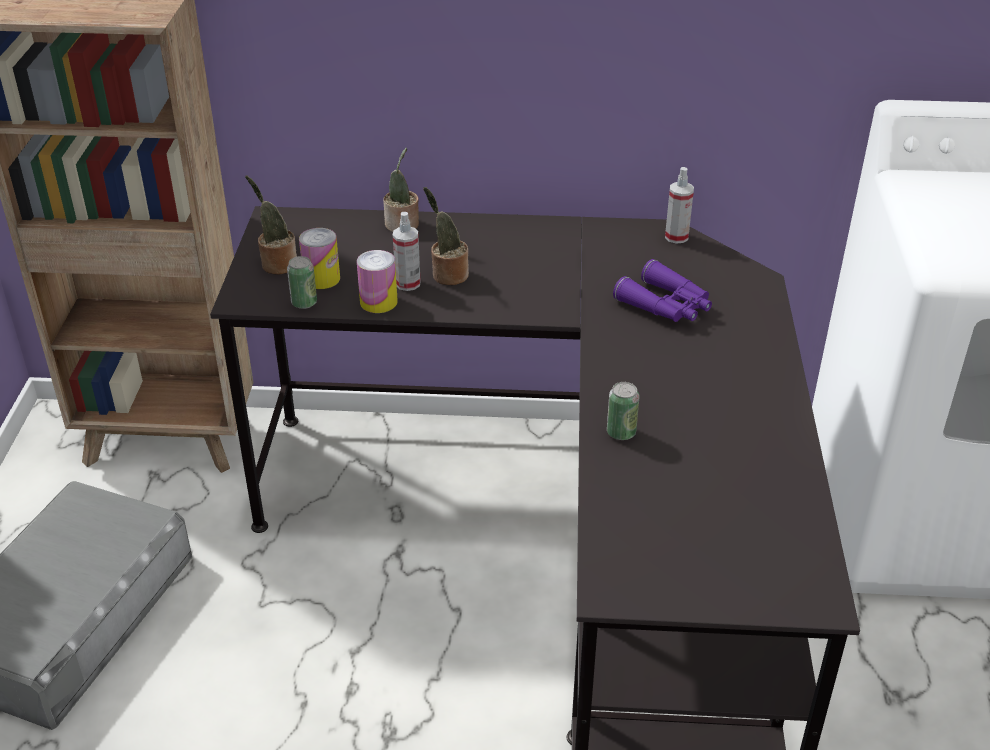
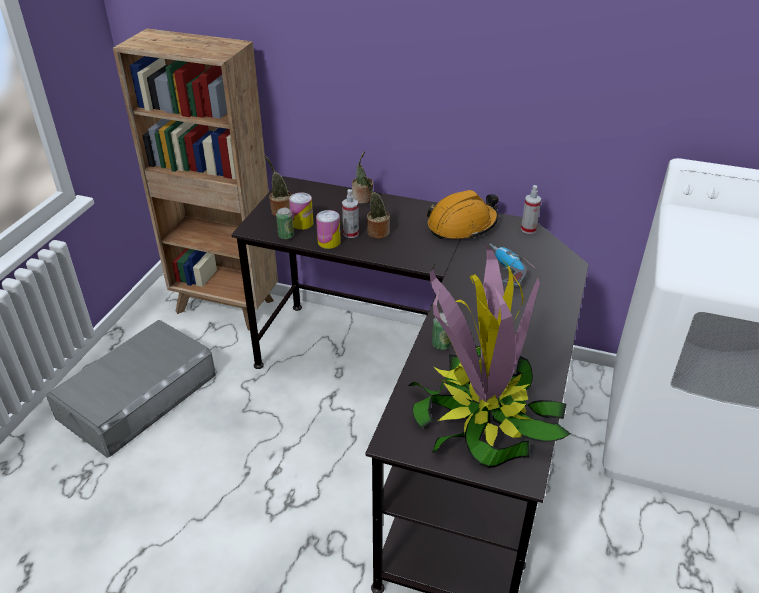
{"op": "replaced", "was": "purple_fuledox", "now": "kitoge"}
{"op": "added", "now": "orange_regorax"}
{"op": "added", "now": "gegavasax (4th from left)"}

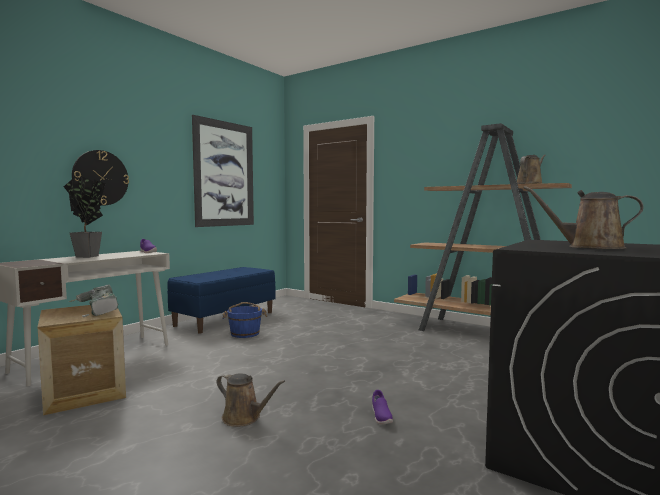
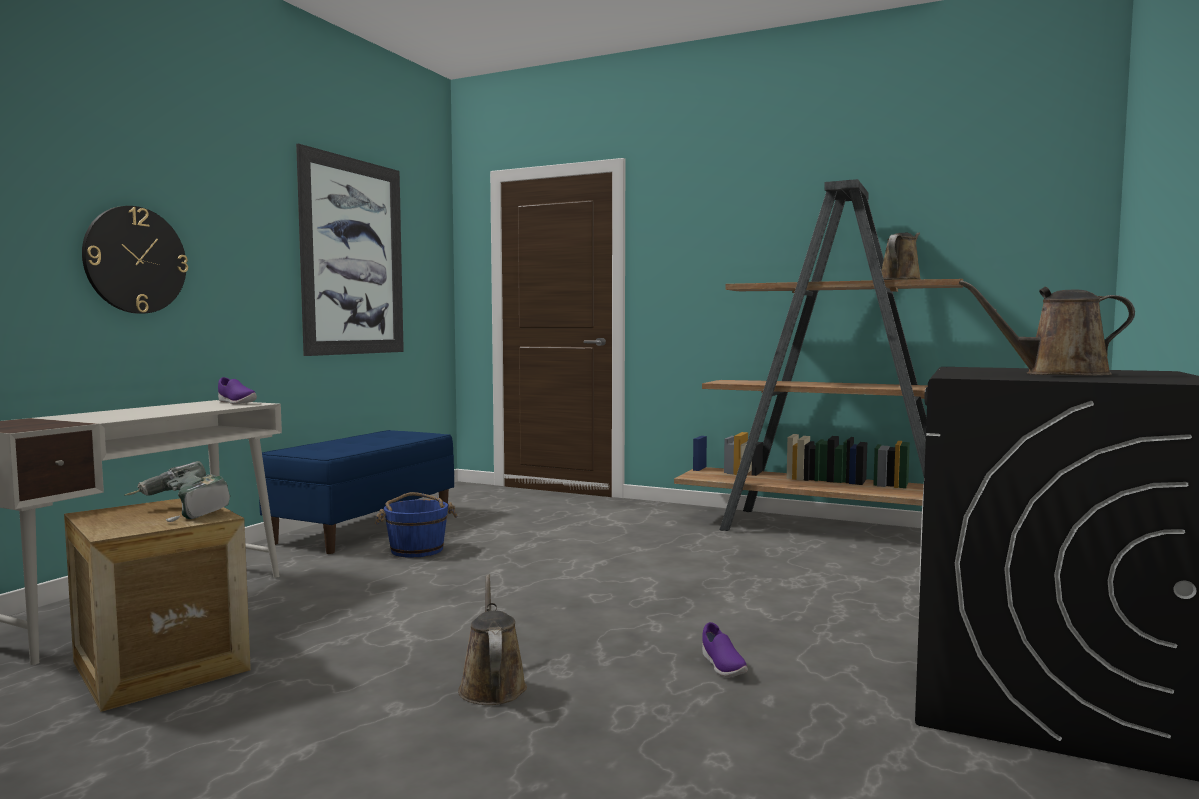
{"op": "removed", "was": "gegavasax"}
{"op": "turned", "was": "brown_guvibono (1st from left)", "clockwise": -120}

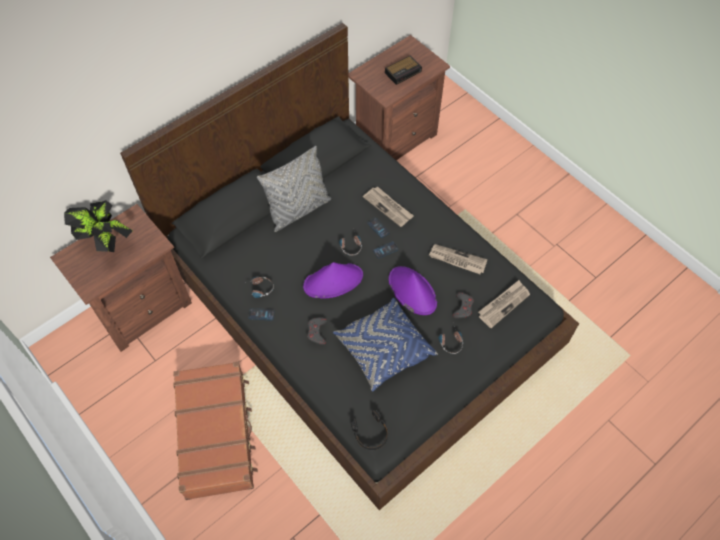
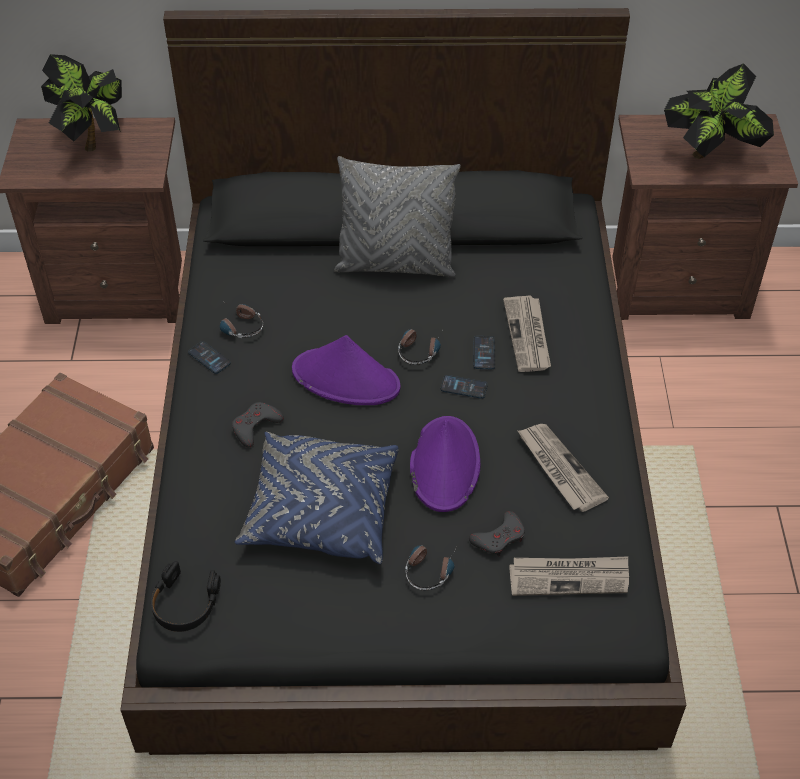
{"op": "replaced", "was": "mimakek", "now": "gegavasax (2nd from left)"}

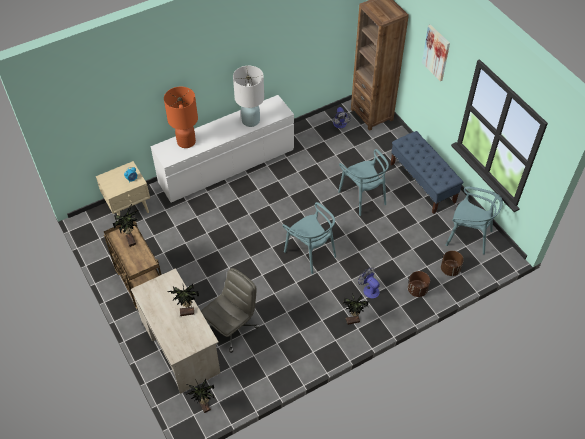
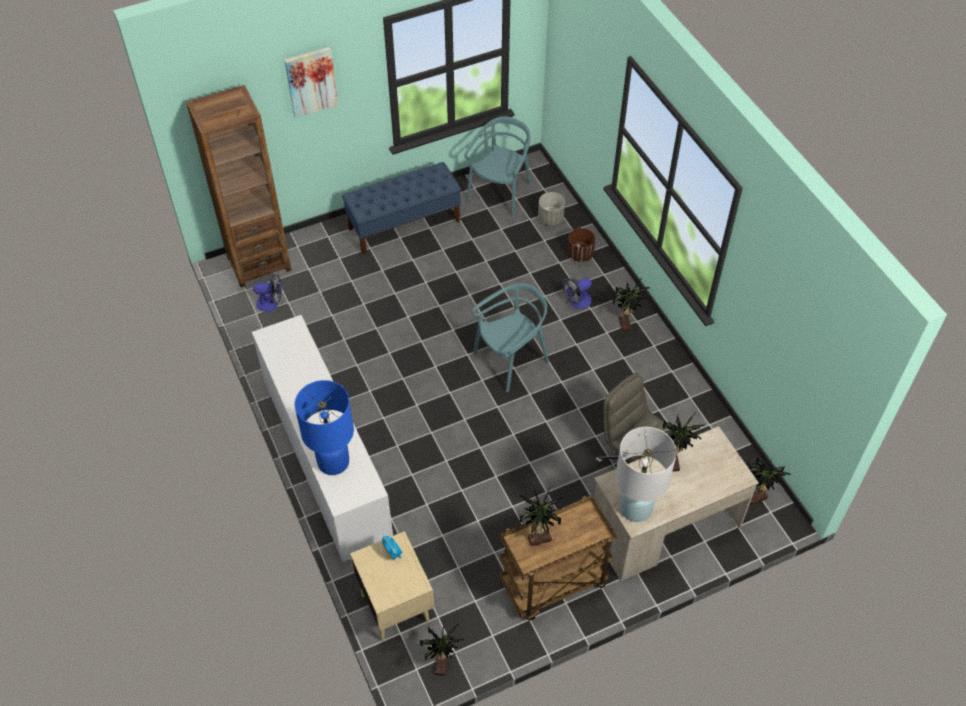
{"op": "moved", "was": "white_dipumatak"}
{"op": "recoloured", "was": "orange_dipumatak", "now": "blue_dipumatak"}
{"op": "removed", "was": "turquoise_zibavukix (2nd from left)"}
{"op": "recoloured", "was": "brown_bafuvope (2nd from left)", "now": "grey_bafuvope"}
{"op": "added", "now": "gegavasax (1st from left)"}

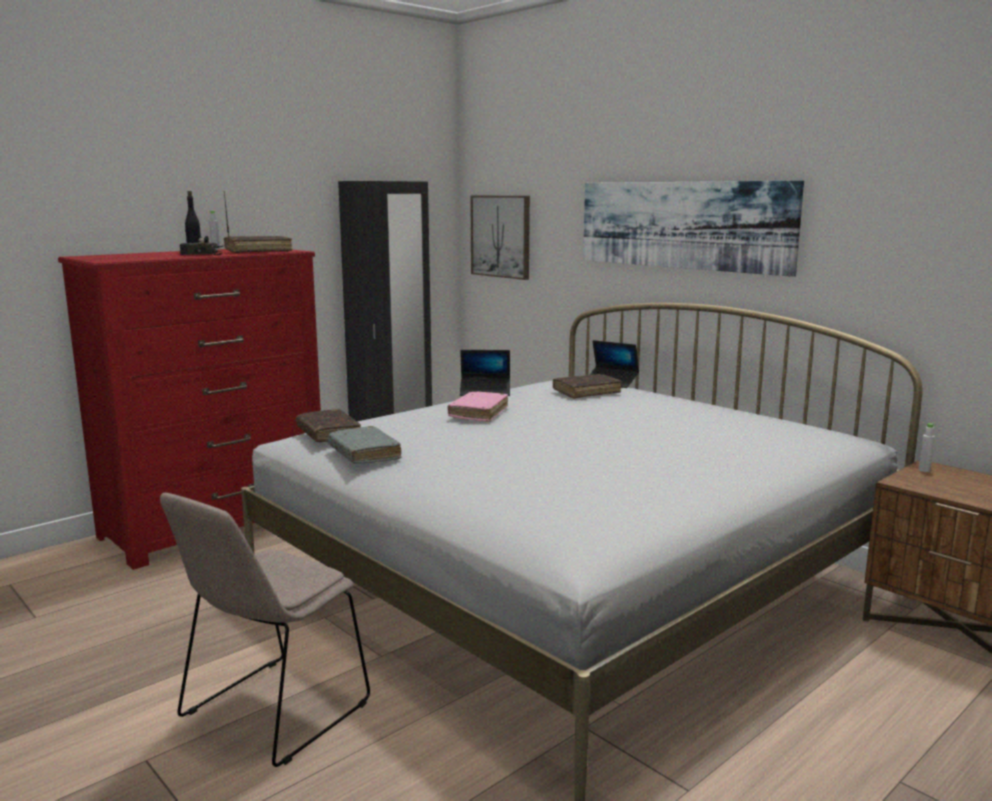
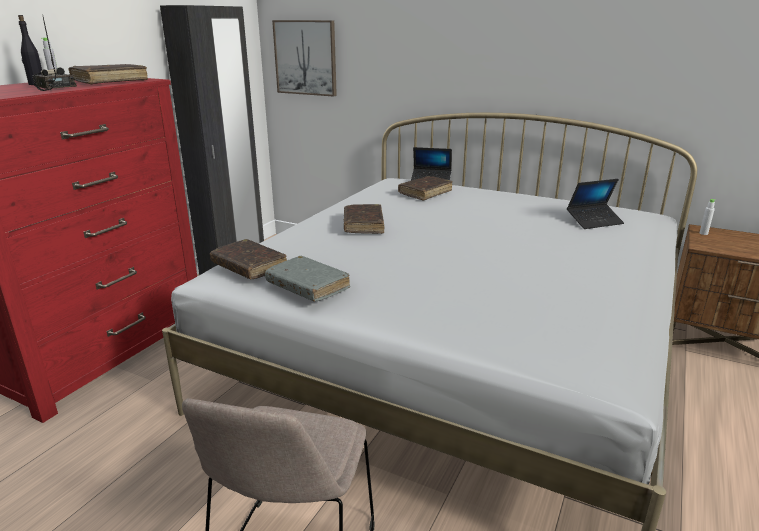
{"op": "removed", "was": "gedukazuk (2nd from left)"}
{"op": "turned", "was": "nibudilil", "clockwise": 75}
{"op": "moved", "was": "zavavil (1st from left in the first image)", "now": "zavavil (2nd from left)"}
{"op": "recoloured", "was": "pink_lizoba", "now": "brown_lizoba (3rd from left)"}

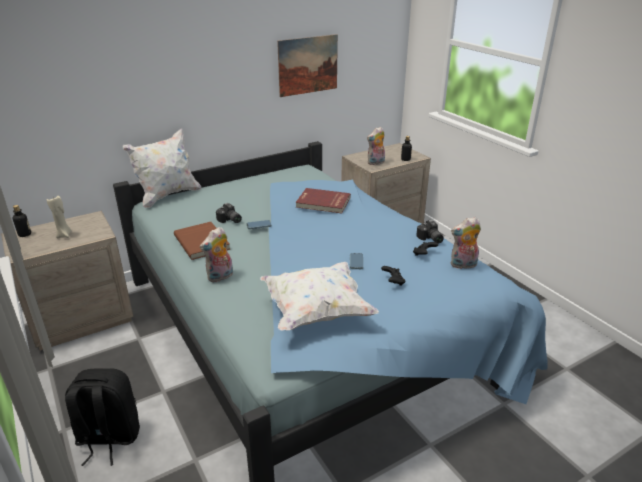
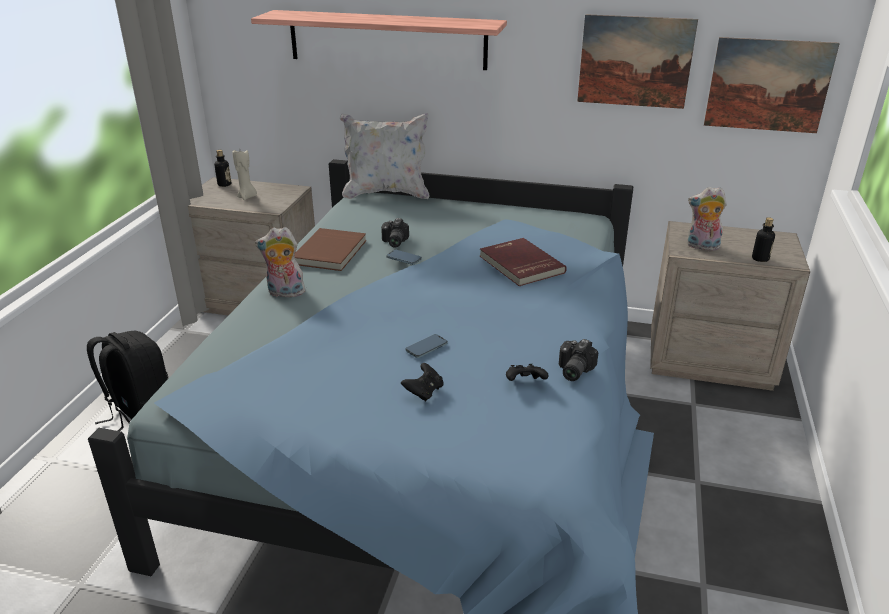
{"op": "removed", "was": "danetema (3rd from left)"}
{"op": "removed", "was": "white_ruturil (2nd from left)"}
{"op": "added", "now": "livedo"}
{"op": "added", "now": "gedukazuk (2nd from left)"}

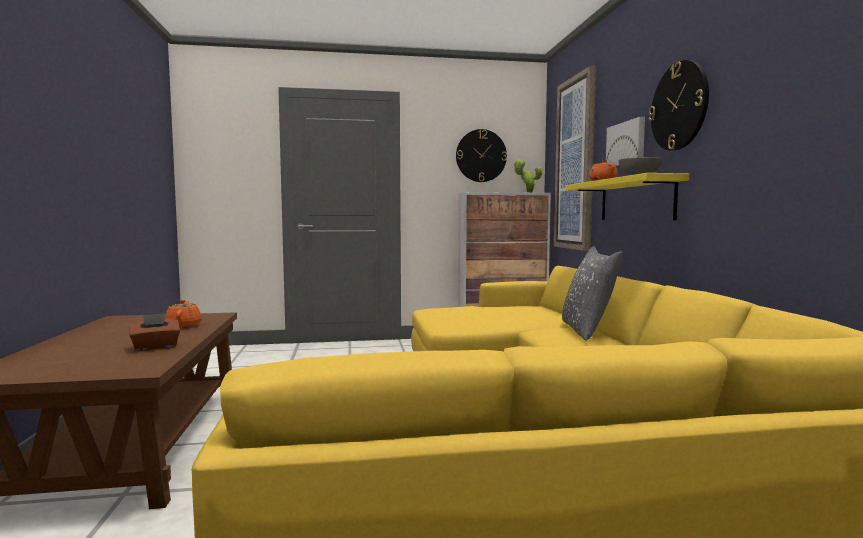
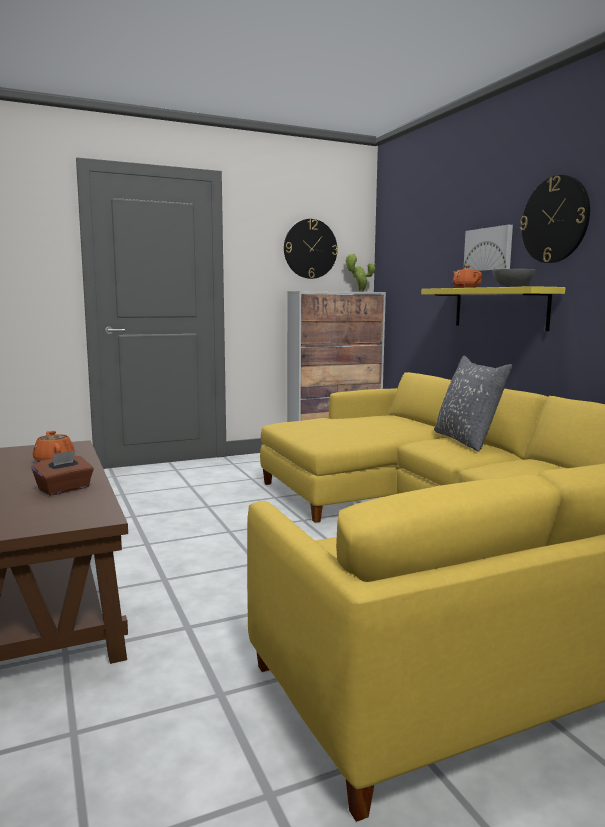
{"op": "removed", "was": "gedukazuk (1st from left)"}

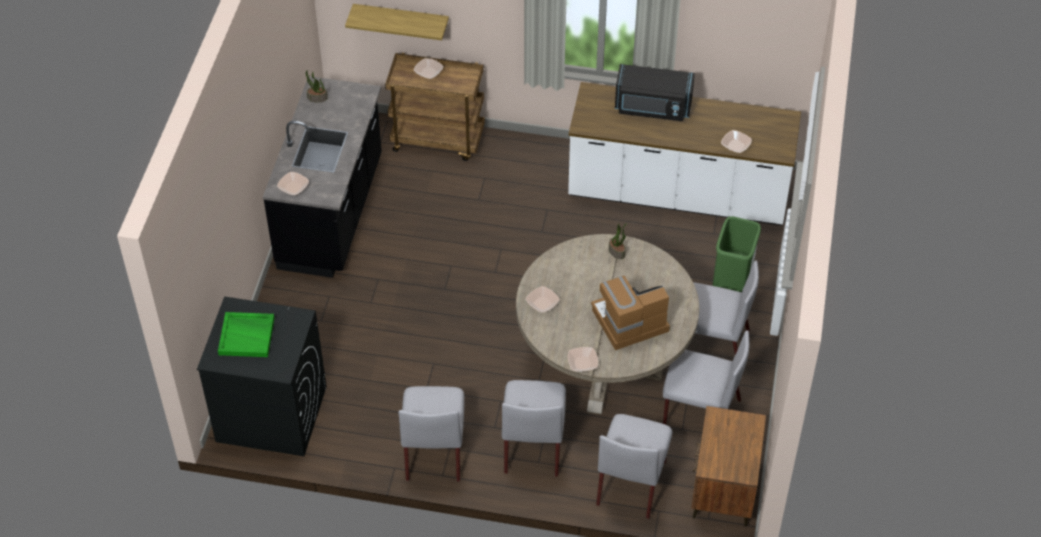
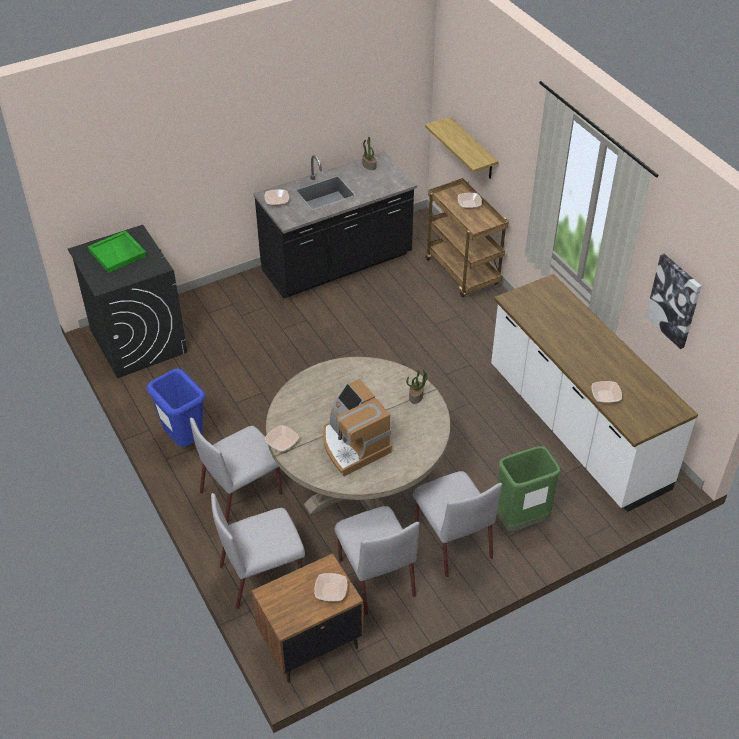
{"op": "removed", "was": "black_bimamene"}
{"op": "turned", "was": "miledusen", "clockwise": -150}
{"op": "moved", "was": "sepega (3rd from left)"}
{"op": "replaced", "was": "grey_zibavukix (1st from left)", "now": "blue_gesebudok"}
{"op": "added", "now": "gedukazuk"}

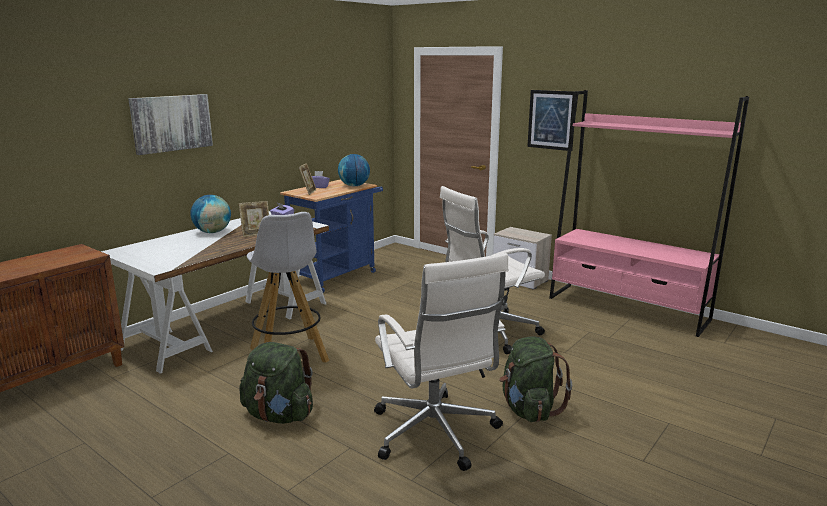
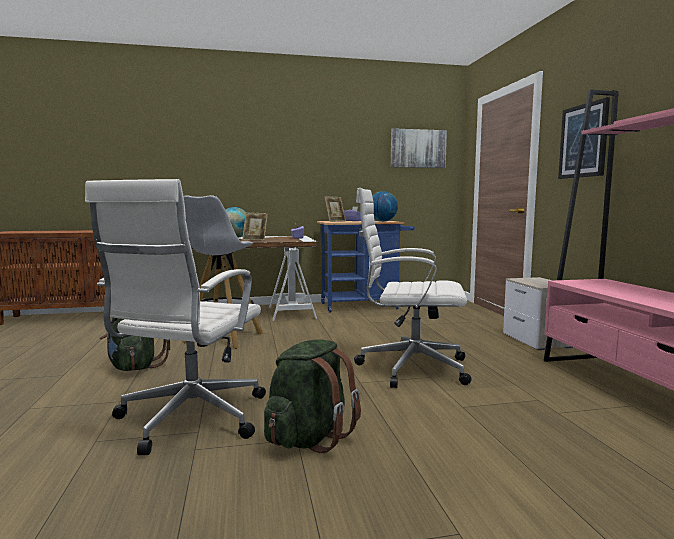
{"op": "moved", "was": "gedukazuk (1st from left)"}

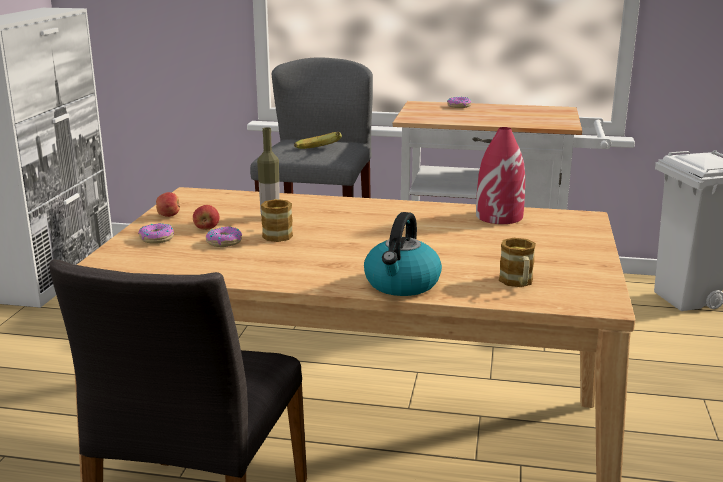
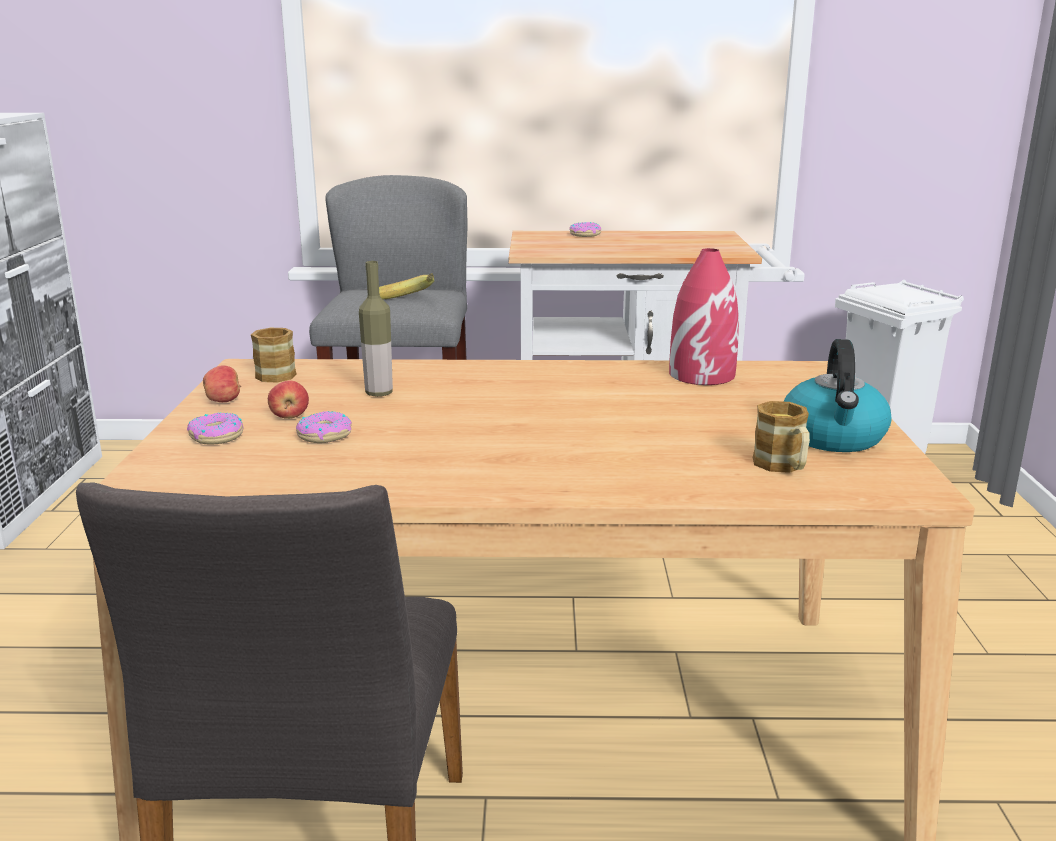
{"op": "moved", "was": "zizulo (1st from left)"}
{"op": "moved", "was": "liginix"}

